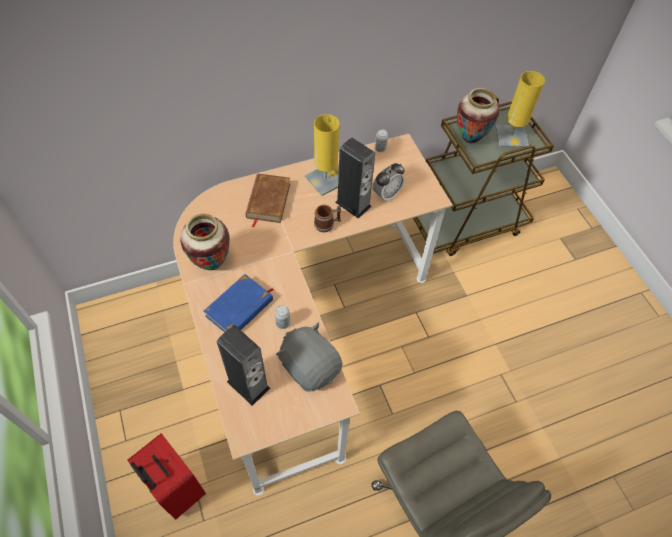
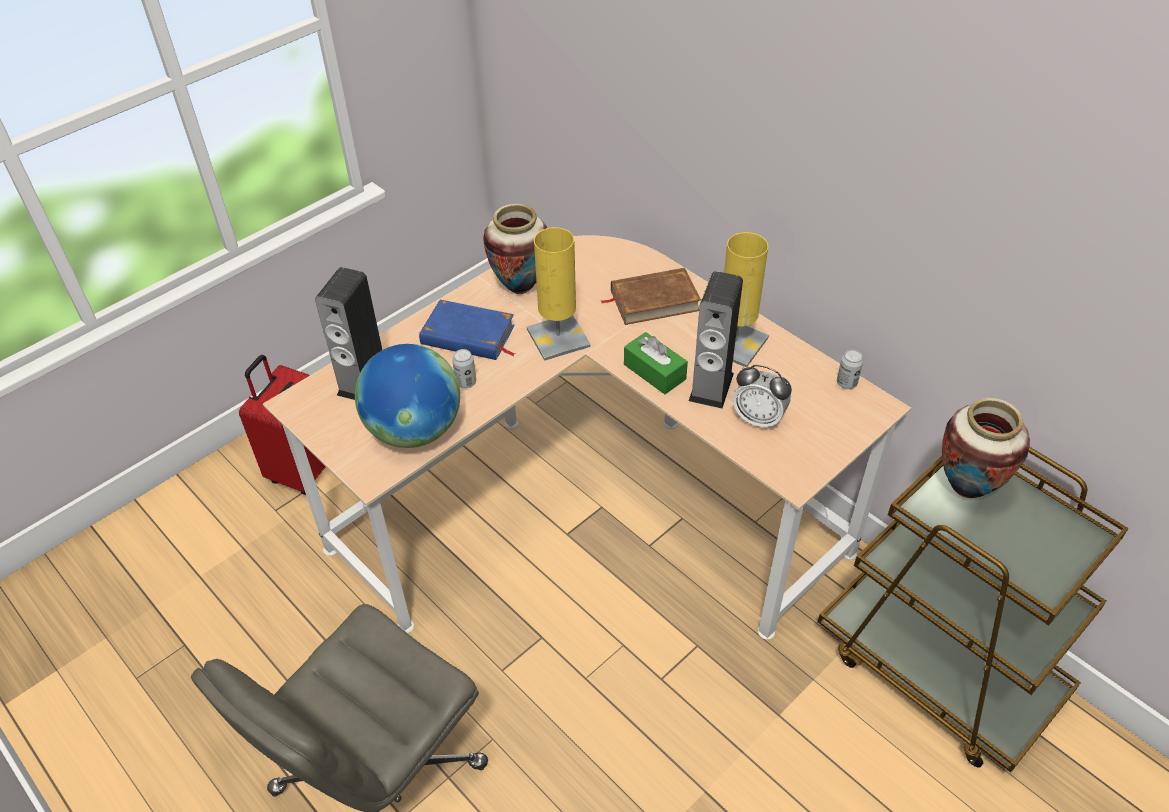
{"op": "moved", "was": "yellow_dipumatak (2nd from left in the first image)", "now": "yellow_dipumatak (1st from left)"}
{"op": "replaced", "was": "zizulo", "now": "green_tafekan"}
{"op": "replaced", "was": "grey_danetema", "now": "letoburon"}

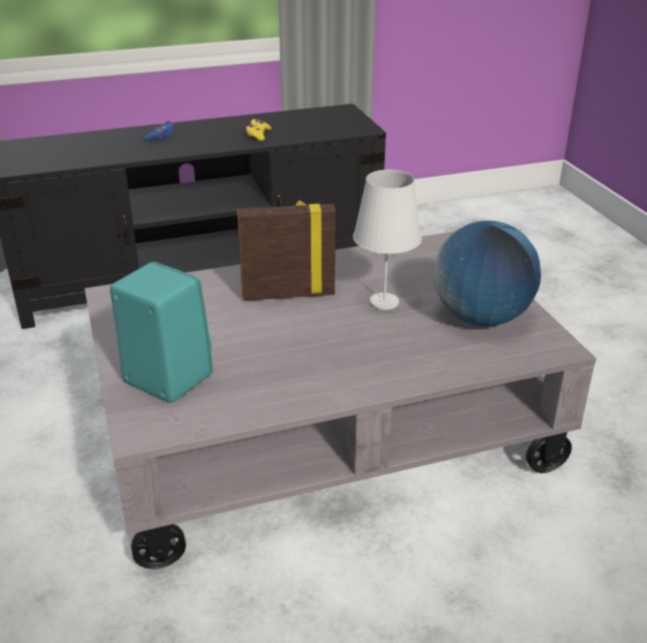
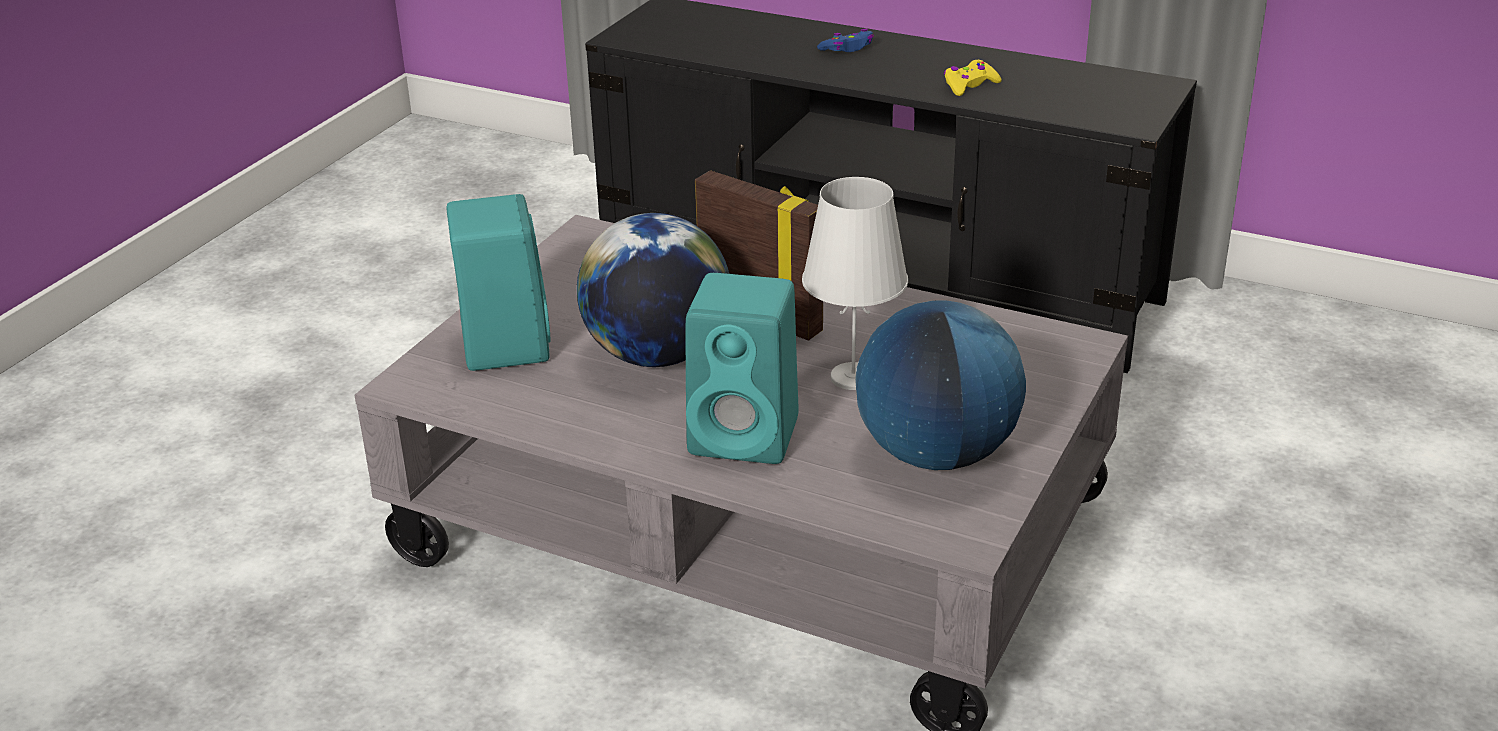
{"op": "added", "now": "letoburon (1st from left)"}
{"op": "added", "now": "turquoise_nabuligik (2nd from left)"}

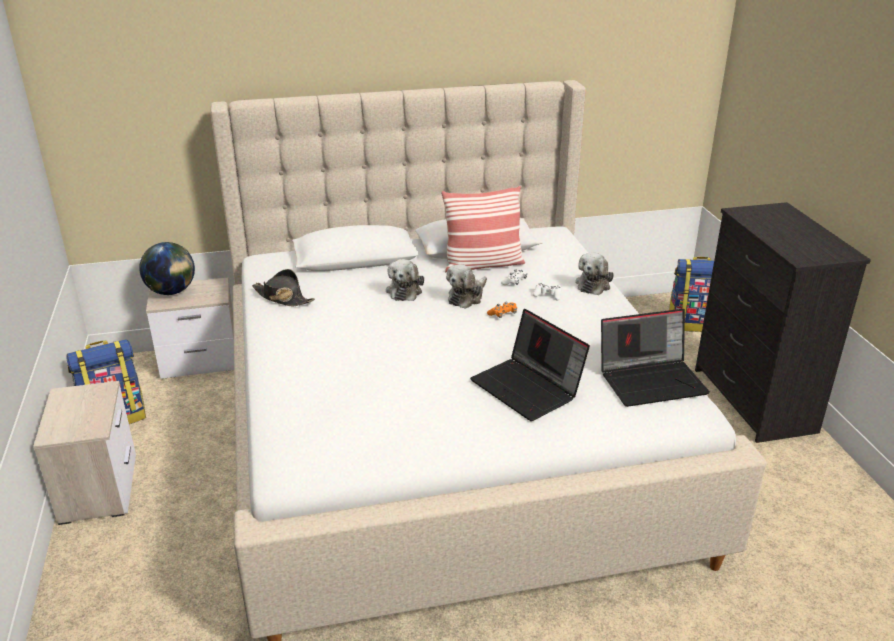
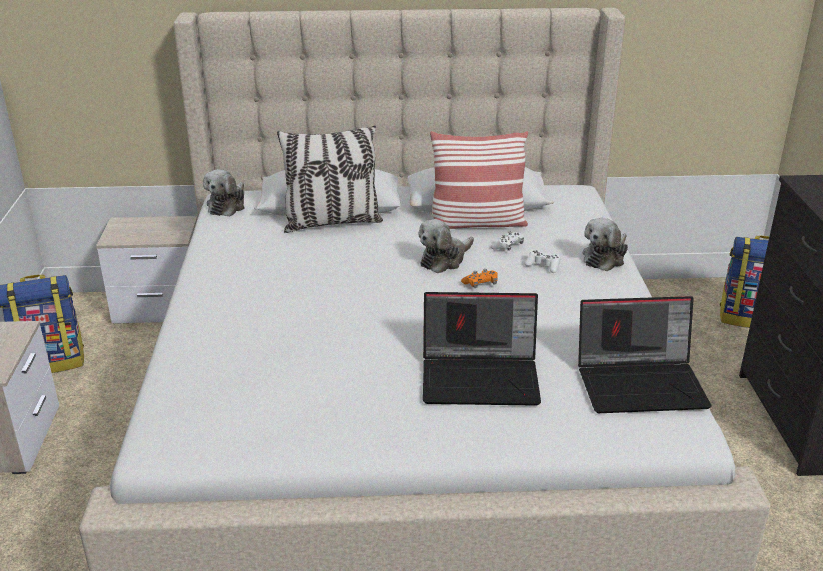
{"op": "removed", "was": "letoburon"}
{"op": "moved", "was": "danetema (1st from left)"}
{"op": "removed", "was": "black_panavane"}
{"op": "turned", "was": "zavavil (1st from left)", "clockwise": -60}
{"op": "added", "now": "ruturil (1st from left)"}

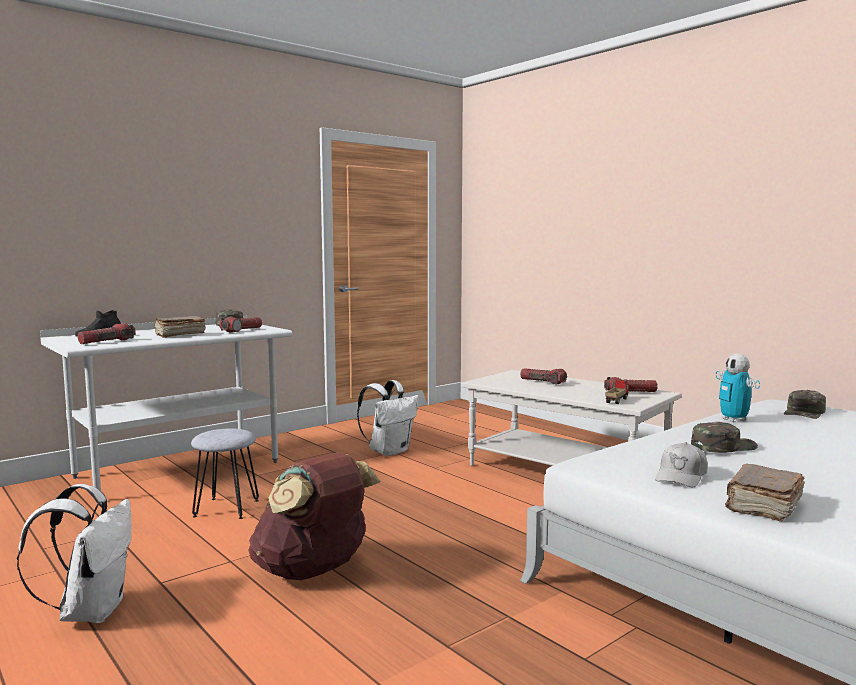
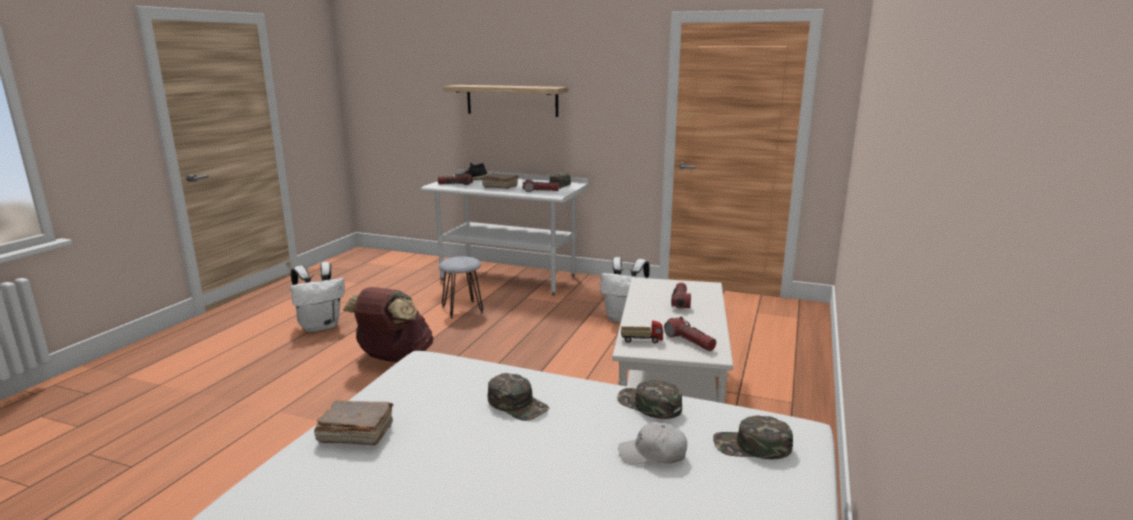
{"op": "replaced", "was": "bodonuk", "now": "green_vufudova (3rd from left)"}
{"op": "moved", "was": "white_vufudova"}
{"op": "added", "now": "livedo"}

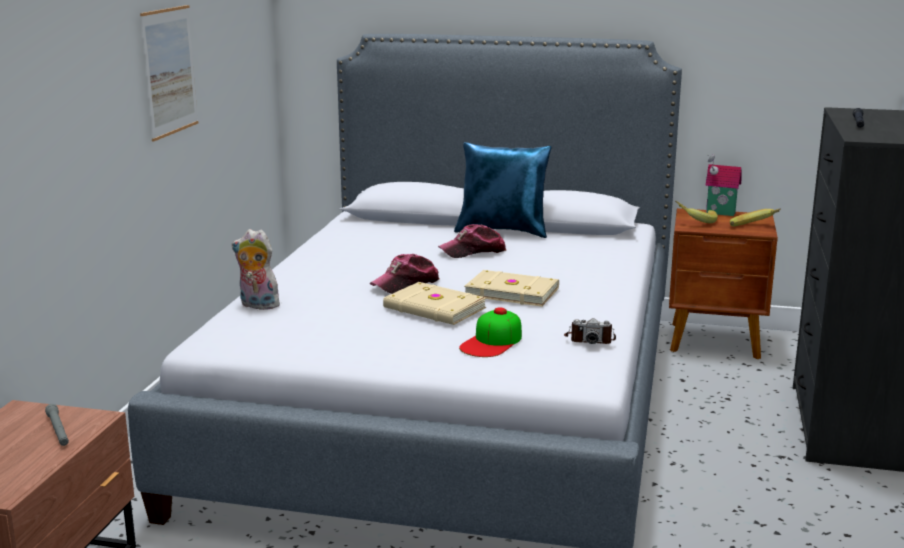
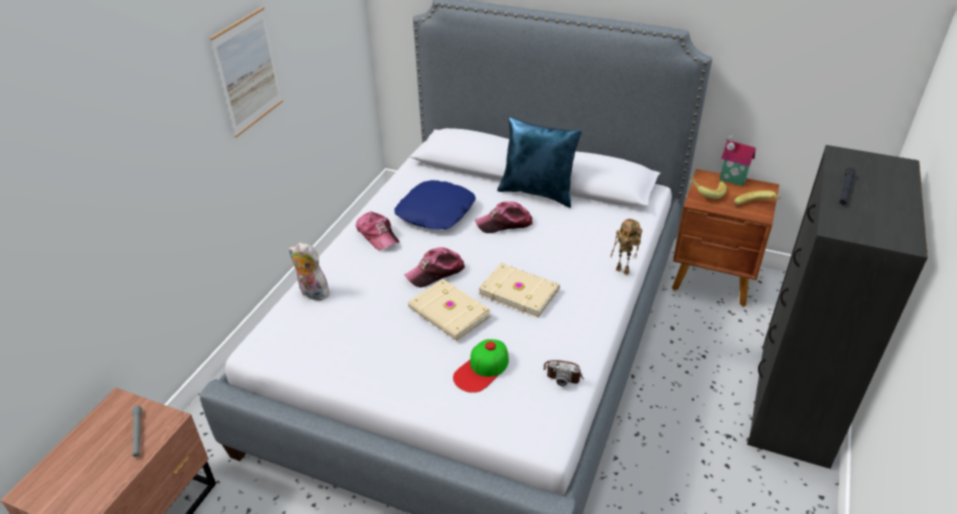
{"op": "added", "now": "blue_ruturil (1st from left)"}
{"op": "added", "now": "vufudova (1st from left)"}
{"op": "added", "now": "bodonuk"}

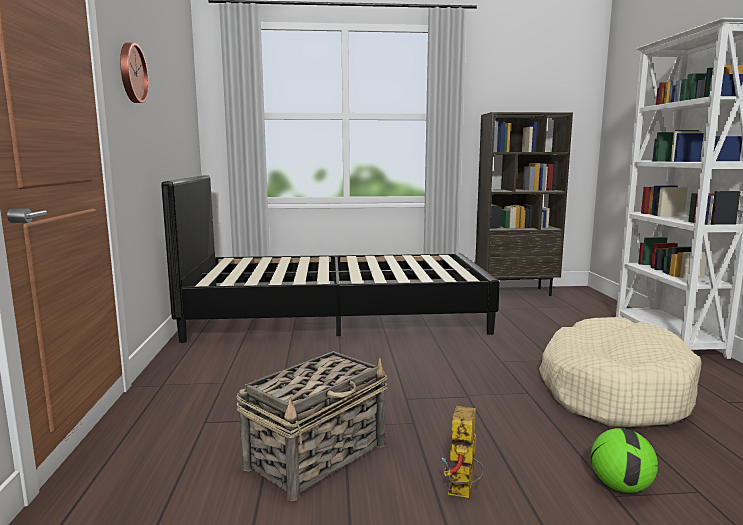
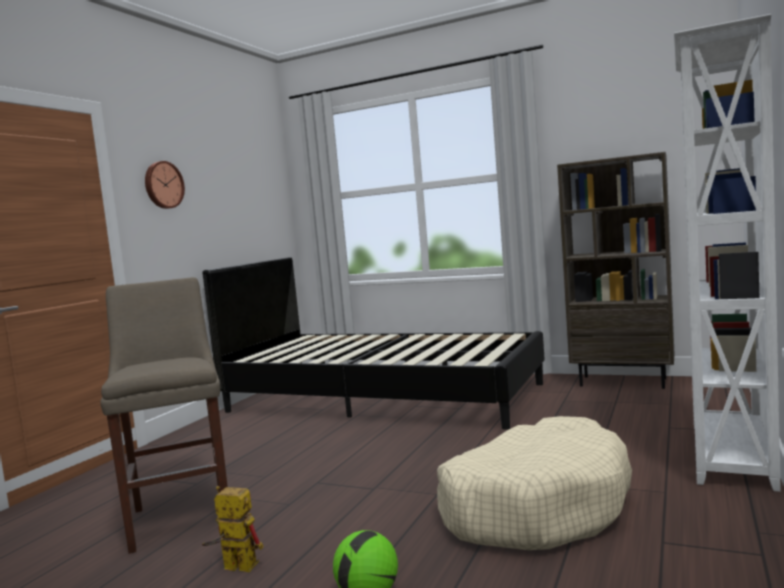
{"op": "replaced", "was": "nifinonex", "now": "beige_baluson"}
{"op": "turned", "was": "bodonuk", "clockwise": 60}

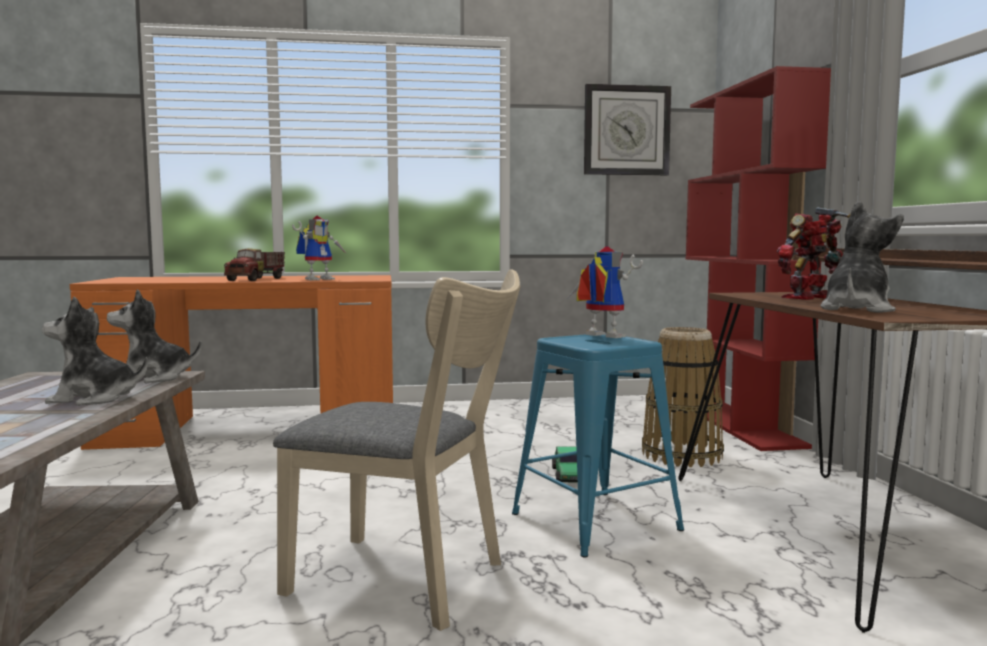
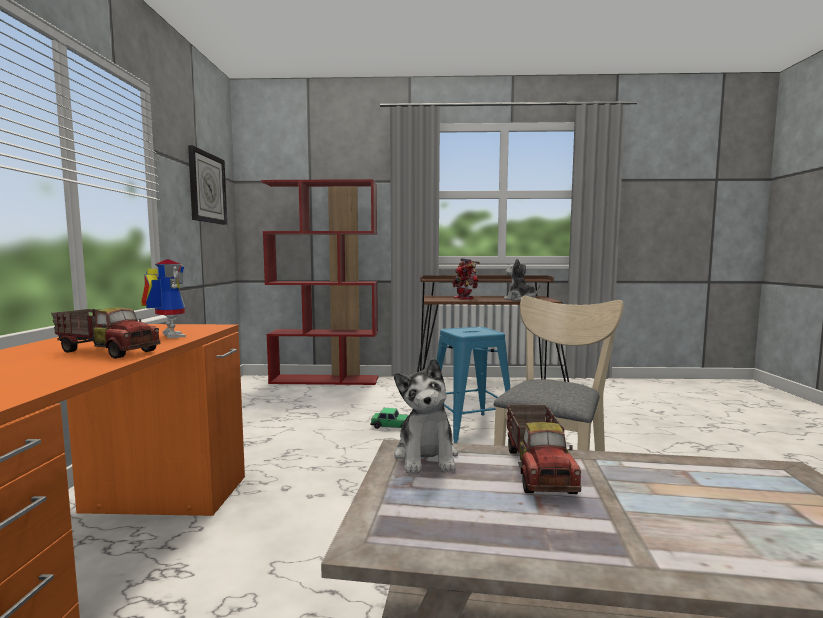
{"op": "removed", "was": "bodonuk (2nd from left)"}
{"op": "replaced", "was": "danetema (1st from left)", "now": "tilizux (2nd from left)"}
{"op": "removed", "was": "nifinonex"}

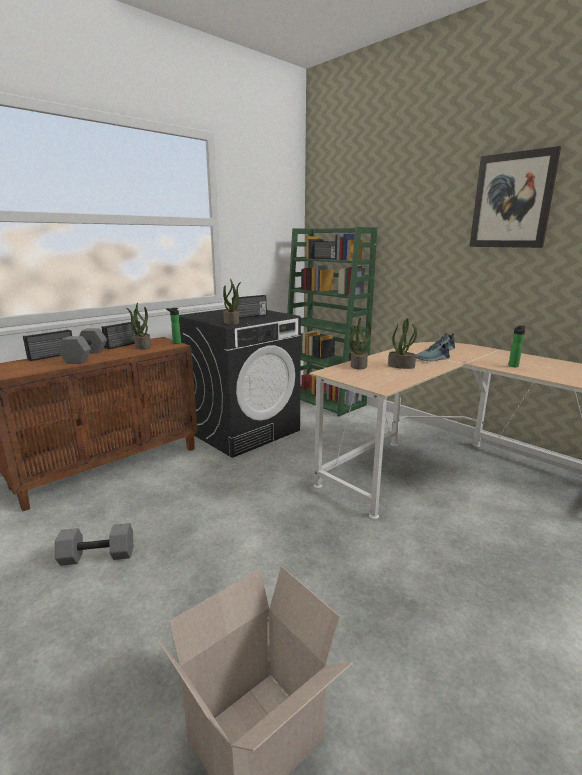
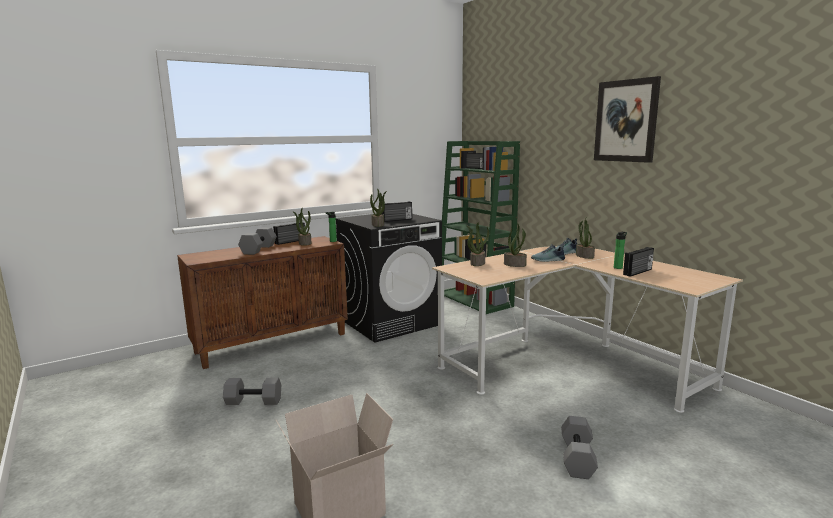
{"op": "moved", "was": "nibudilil (1st from left in the first image)", "now": "nibudilil (4th from left)"}
{"op": "added", "now": "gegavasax (5th from left)"}
{"op": "added", "now": "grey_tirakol (3rd from left)"}

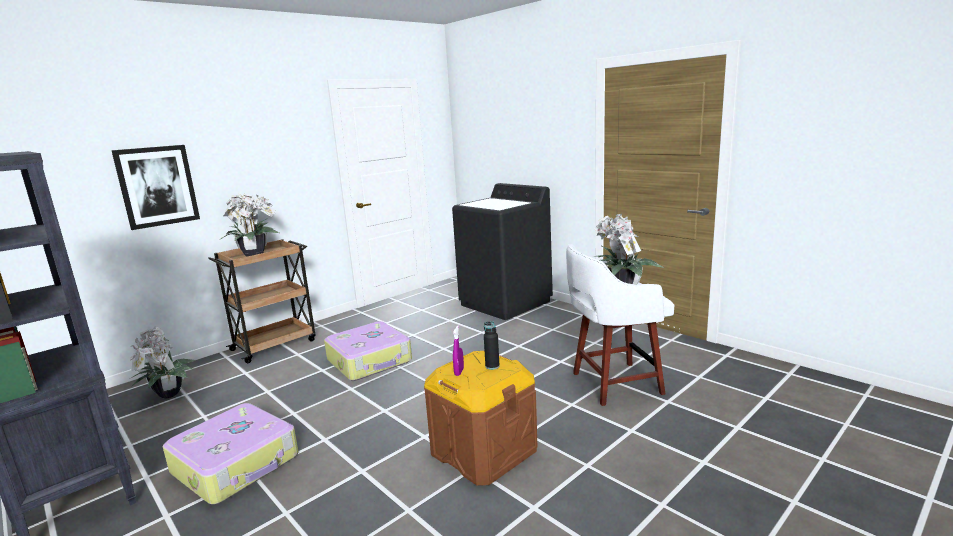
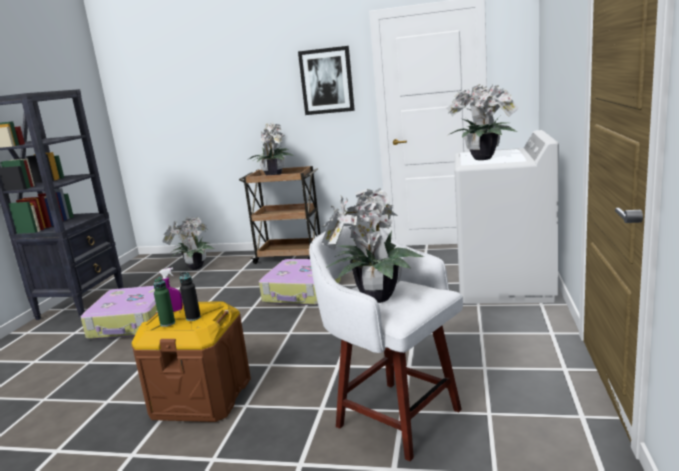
{"op": "moved", "was": "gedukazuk"}
{"op": "recoloured", "was": "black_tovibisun", "now": "white_tovibisun"}
{"op": "added", "now": "gegavasax (4th from left)"}
{"op": "added", "now": "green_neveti"}

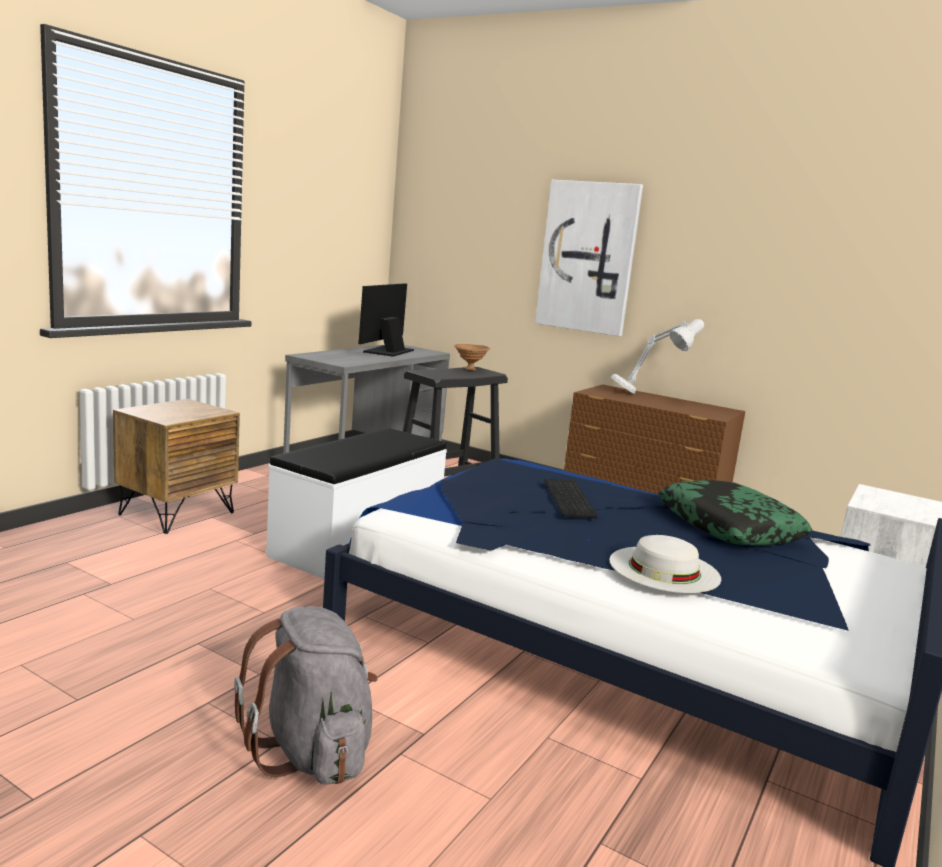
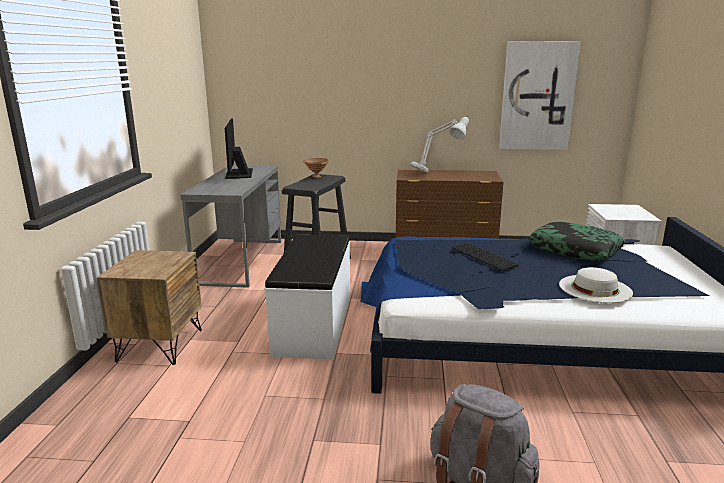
{"op": "moved", "was": "gedukazuk"}

